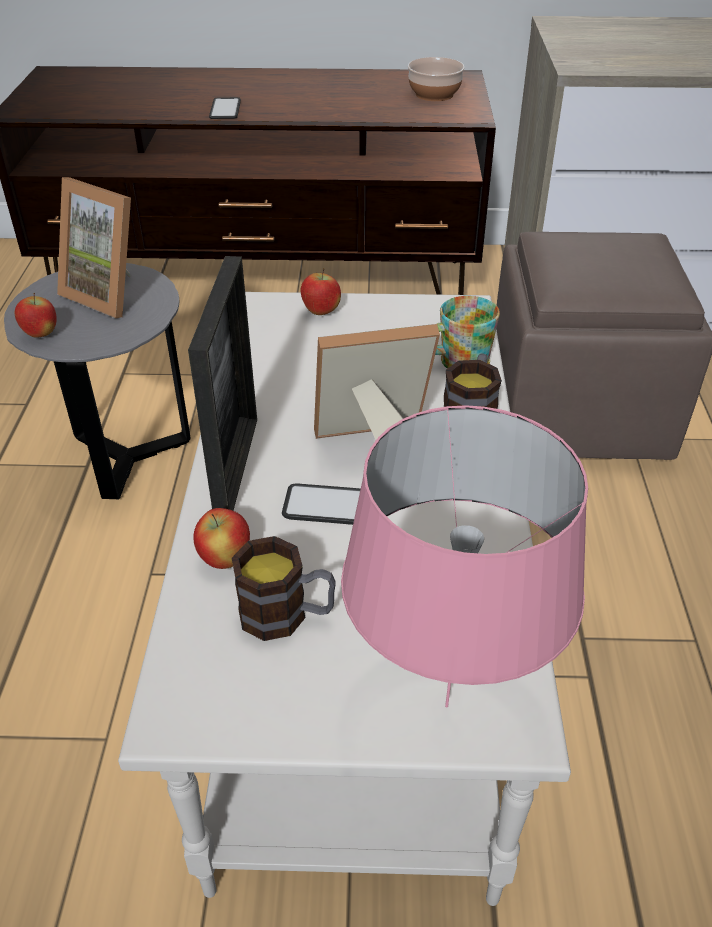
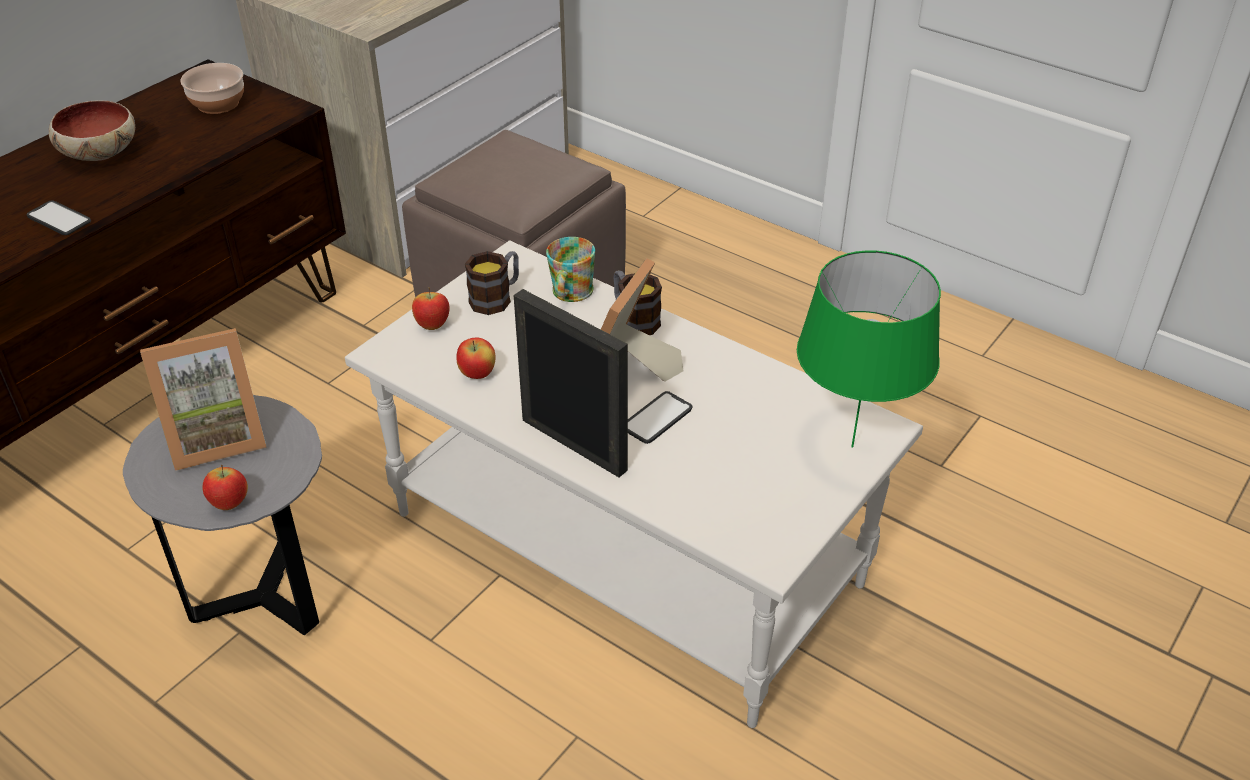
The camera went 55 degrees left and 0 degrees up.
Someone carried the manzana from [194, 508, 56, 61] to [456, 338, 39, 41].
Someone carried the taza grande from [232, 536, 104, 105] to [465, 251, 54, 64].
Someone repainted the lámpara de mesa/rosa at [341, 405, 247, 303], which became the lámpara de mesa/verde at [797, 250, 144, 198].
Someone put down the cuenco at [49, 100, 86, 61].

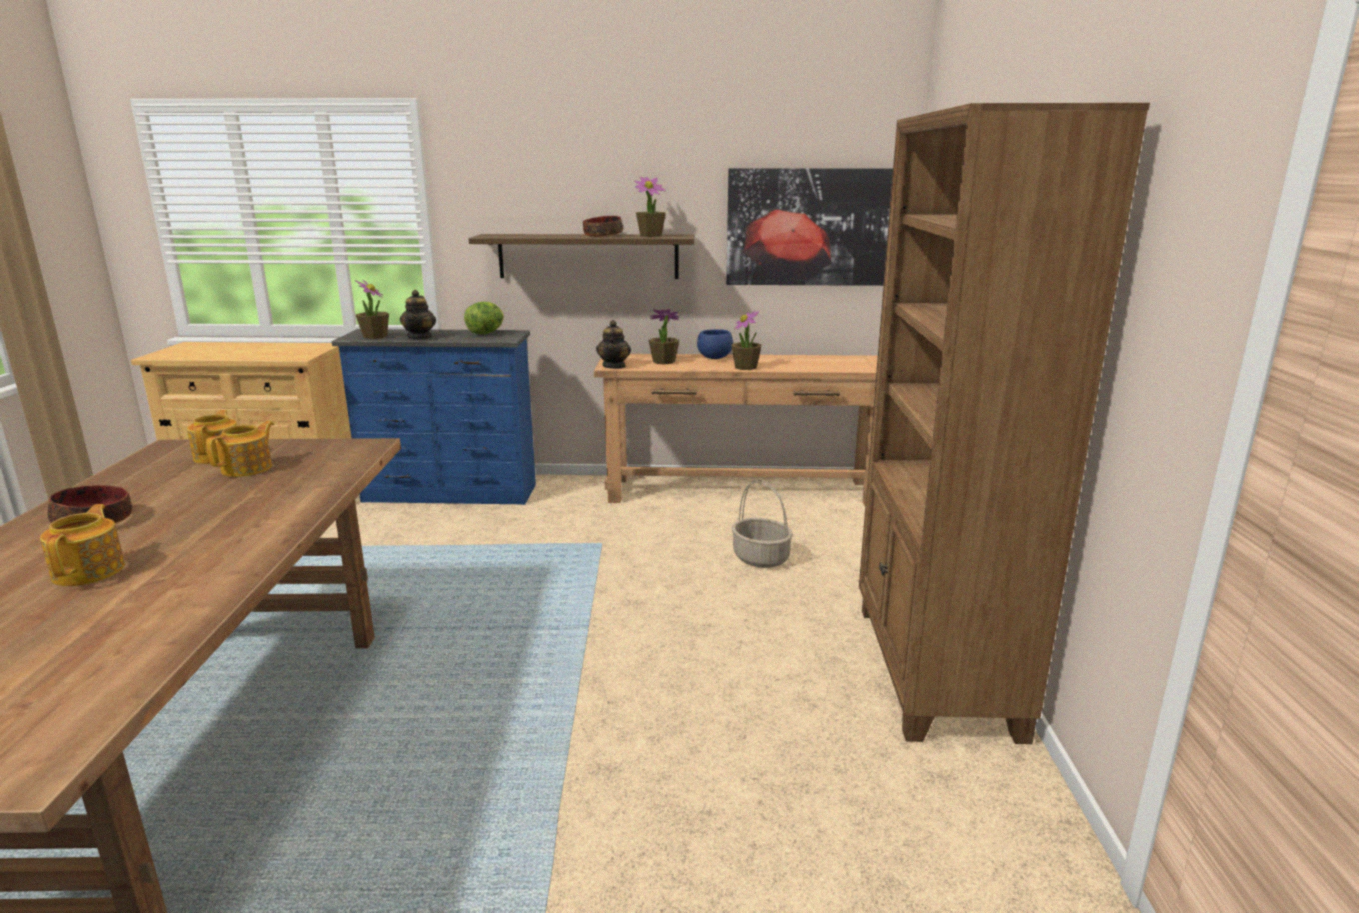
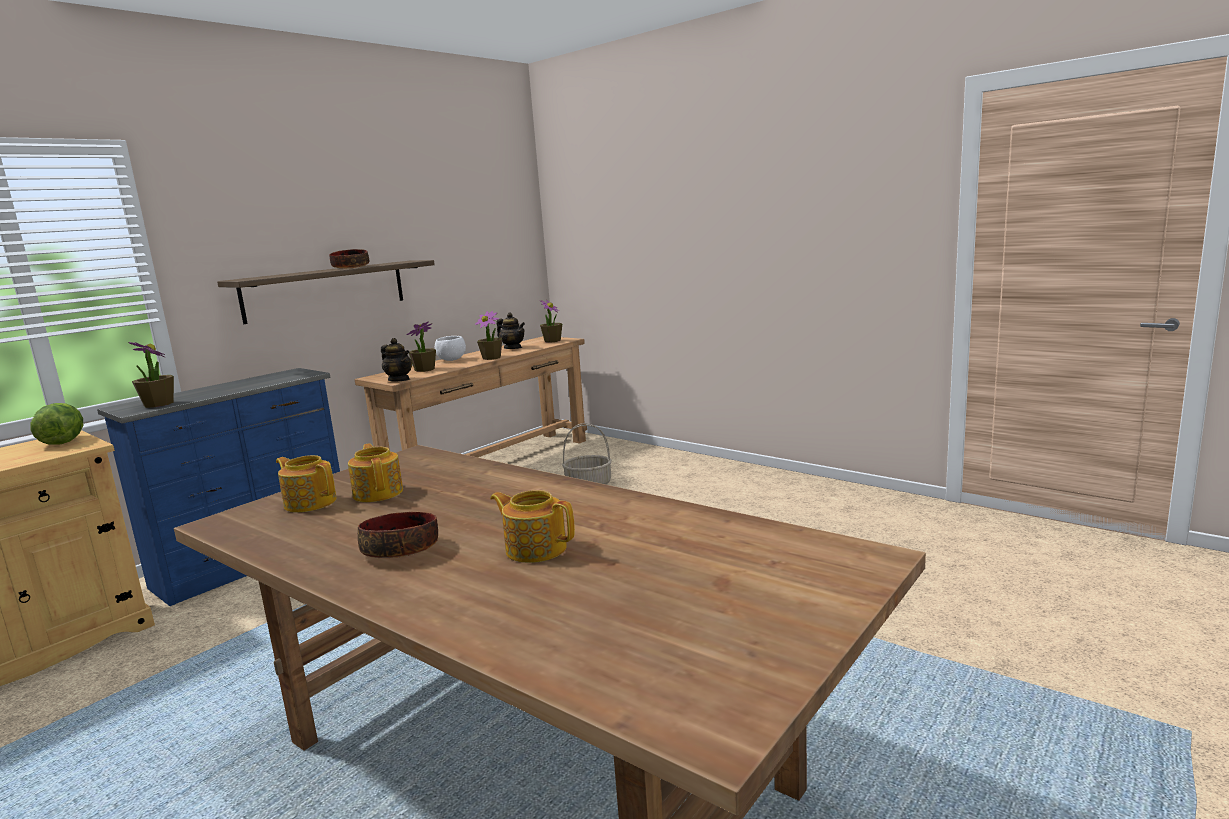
The camera went 50 degrees left and 5 degrees down.
Someone carried the tetera from [400, 290, 36, 49] to [497, 313, 28, 36].
Someone carried the lechuga from [464, 302, 40, 32] to [30, 403, 53, 42].
Someone carried the planta en maceta from [634, 177, 32, 60] to [540, 300, 22, 43].
Someone repainted the cuenco/azul at [697, 329, 36, 30], which became the cuenco/blanco at [435, 336, 31, 25].
Someone took away the cuadro at [726, 168, 167, 118].
Someone took away the estantería/marrón at [859, 103, 291, 641].

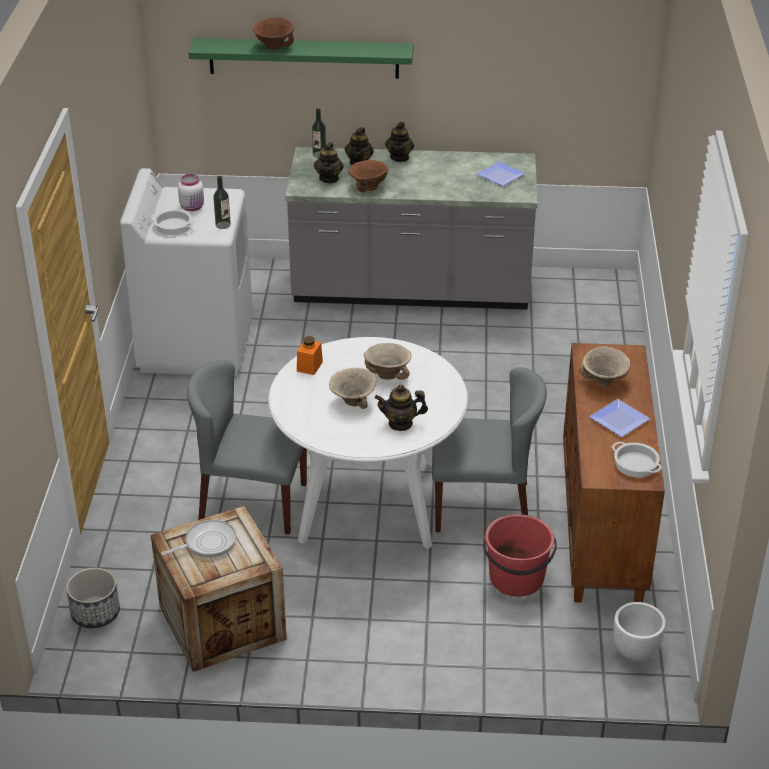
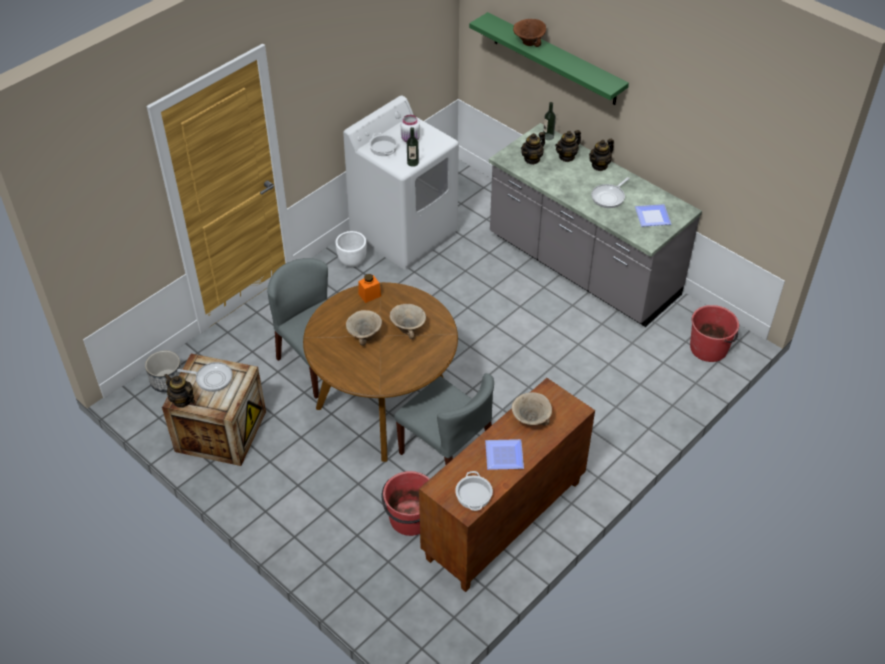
The camera went 40 degrees right and 10 degrees up.
Someone repainted the mesa de comedor/blanco at [268, 337, 200, 212], which became the mesa de comedor/marrón at [303, 282, 155, 180].
Someone took away the cuenco/marrón at [349, 160, 39, 32].
Someone carried the tetera from [375, 385, 53, 46] to [164, 374, 31, 34].
Someone carried the maceta/blanco from [613, 602, 53, 60] to [335, 231, 32, 36].
Someone put down the sartén at [591, 177, 39, 31].
Someone put down the cubo/rojo at [690, 305, 49, 57].

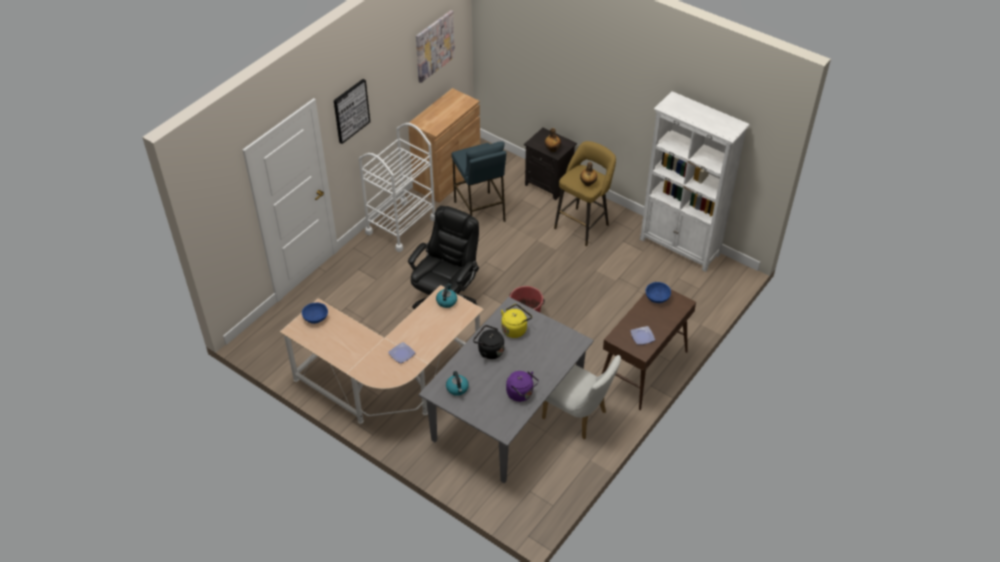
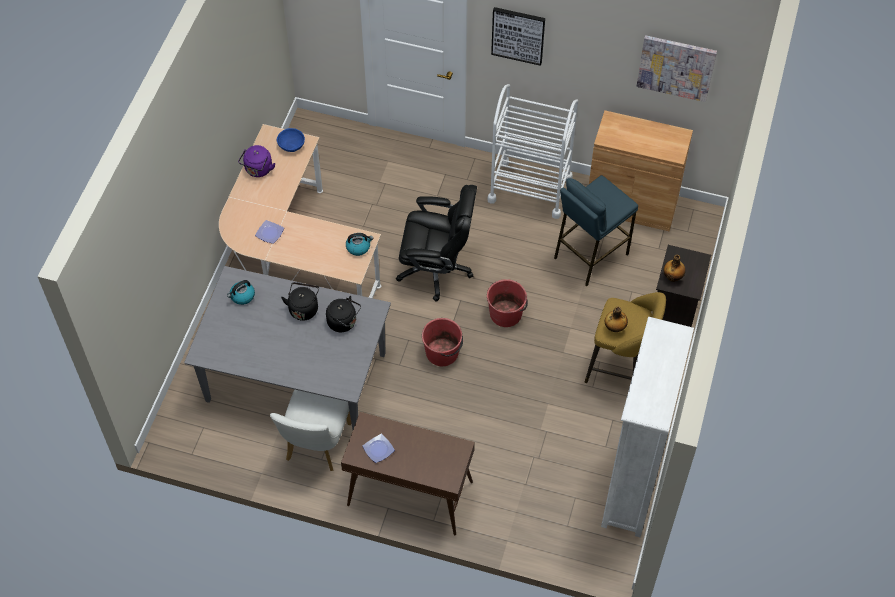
The camera went 70 degrees right and 10 degrees up.
Someone repainted the hervidor/amarillo at [501, 304, 31, 34], which became the hervidor/negro at [326, 296, 35, 36].
Someone carried the hervidor/morado from [506, 371, 33, 31] to [238, 145, 38, 32].
Someone took away the cuenco/azul at [646, 282, 25, 21].
Someone put down the cubo/rojo at [487, 279, 41, 48].

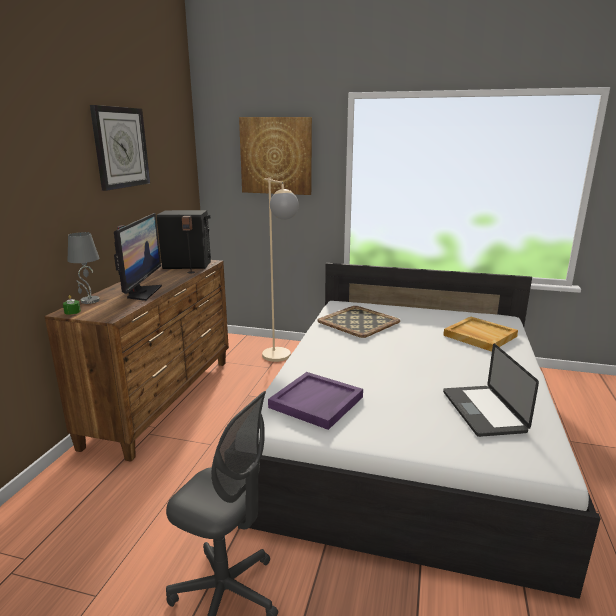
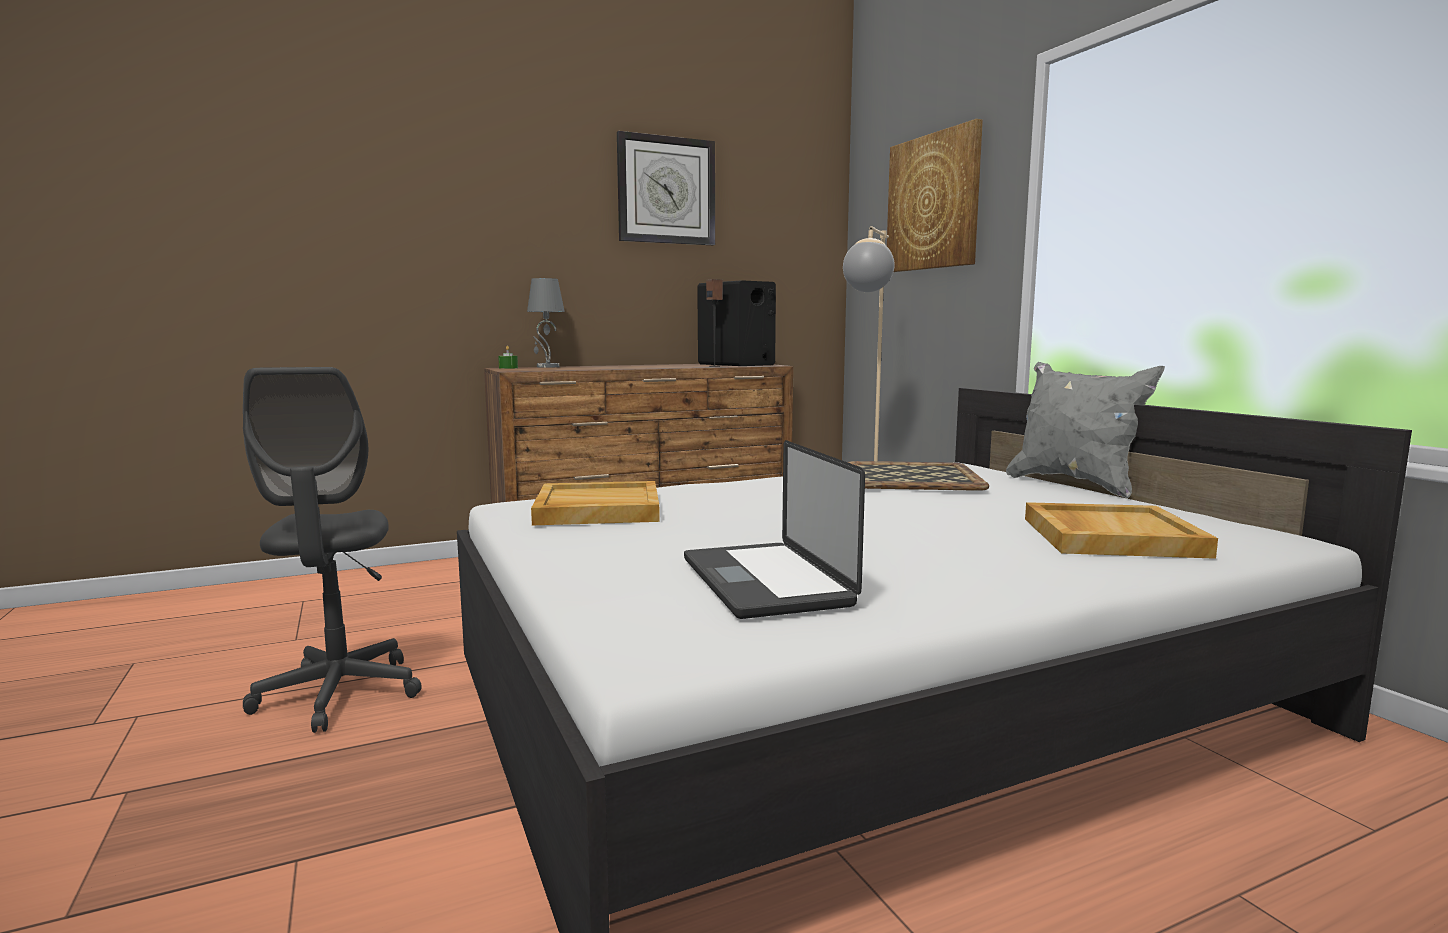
The camera went 50 degrees right and 10 degrees down.
Someone took away the monitor at [114, 213, 48, 88].
Someone repainted the bandeja/morado at [268, 372, 95, 58], which became the bandeja/beis at [531, 481, 129, 44].
Someone rotated the portátil at [443, 344, 96, 93] by 60 degrees counterclockwise.
Someone put down the cojín/gris at [1006, 362, 159, 136].

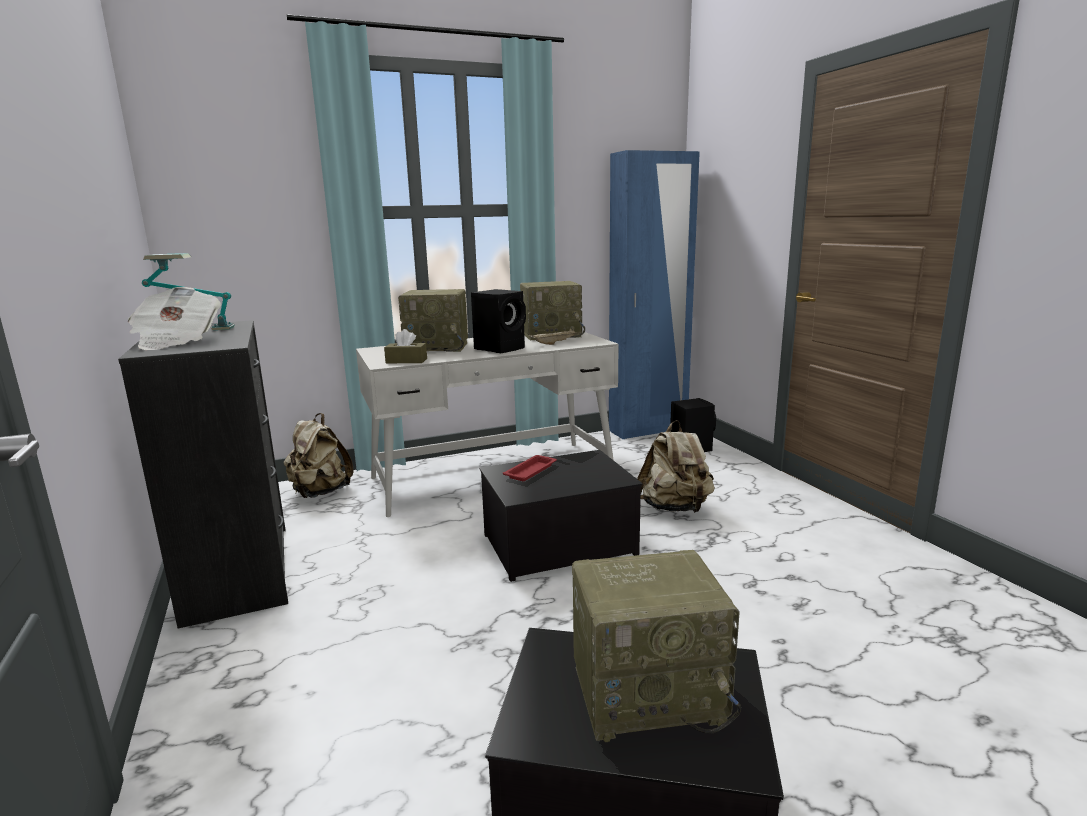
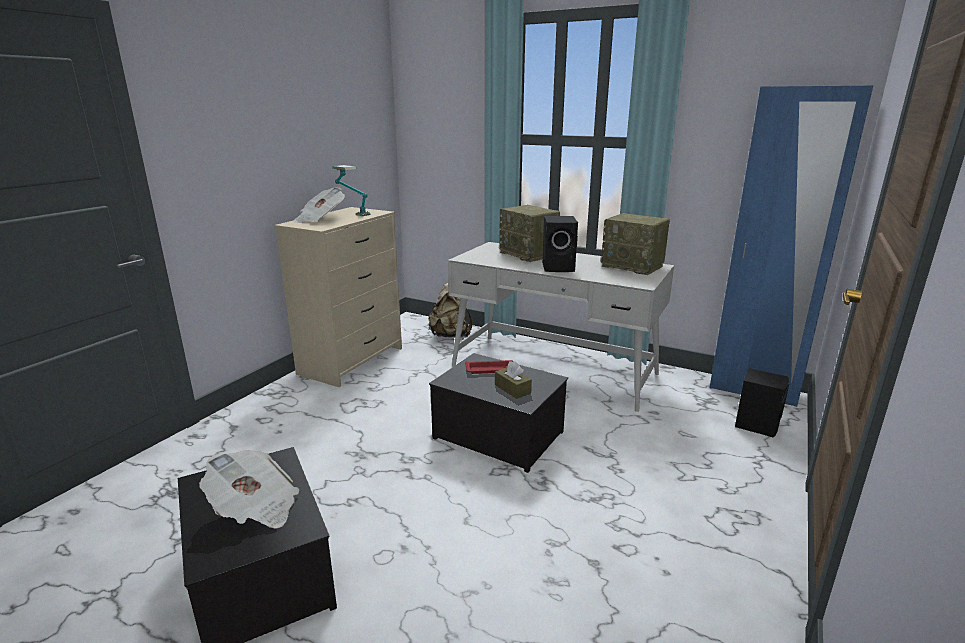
The camera went 50 degrees right and 5 degrees up.
Someone repainted the cómoda/negro at [118, 320, 170, 309], which became the cómoda/beis at [274, 207, 128, 180].
Someone carried the caja de pañuelos/marrón from [384, 329, 43, 34] to [495, 361, 37, 38].
Someone took away the bandeja/beis at [528, 329, 53, 16].
Someone swapped the radio at [572, 550, 169, 192] for the periódico at [199, 450, 100, 78].
Someone took away the mochila/beis at [637, 420, 78, 93].

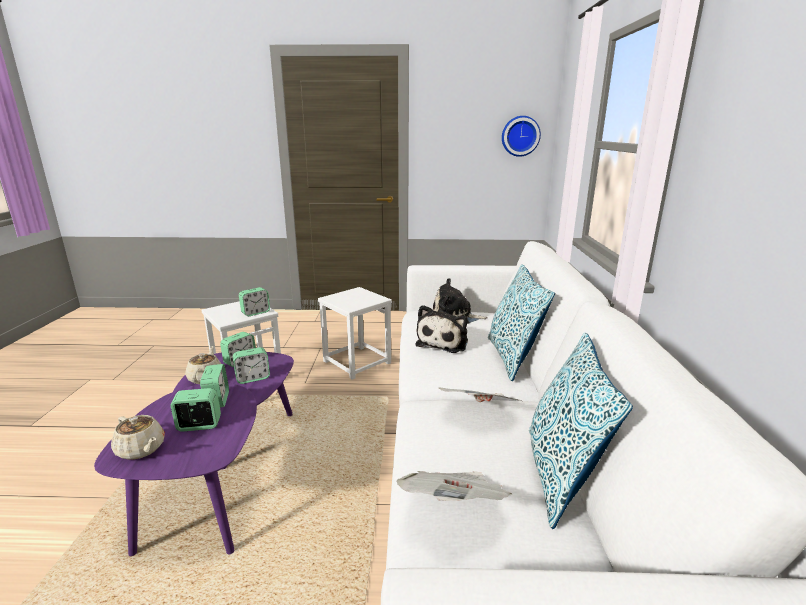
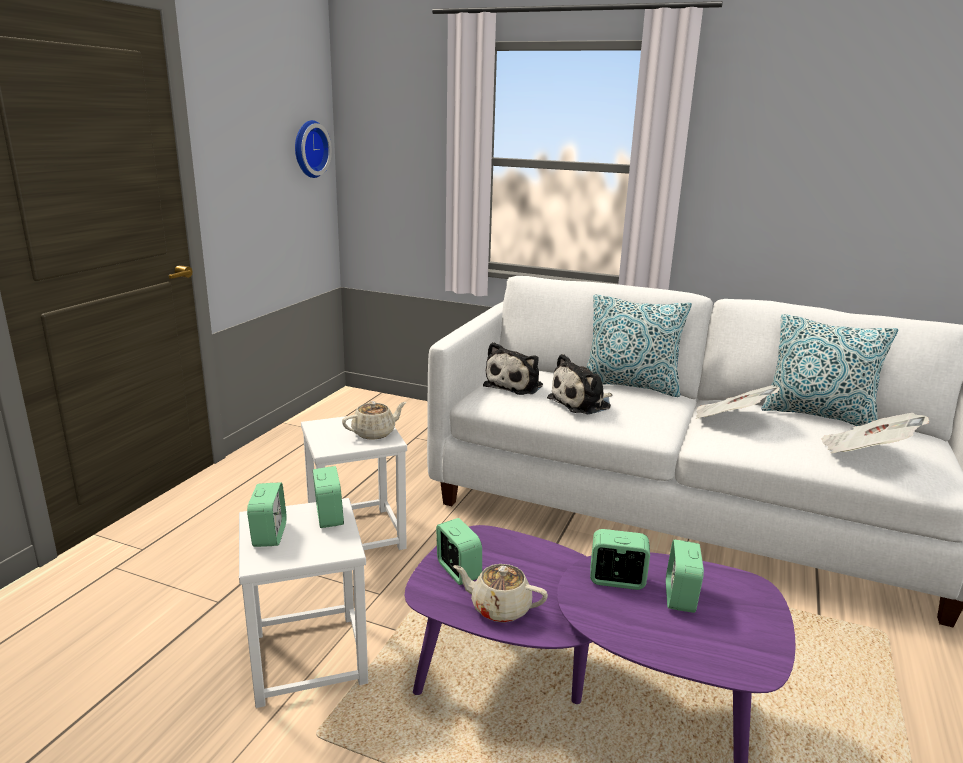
The camera went 70 degrees left and 0 degrees up.
Someone carried the tetera/beis from [111, 415, 54, 45] to [342, 401, 64, 39].
Someone carried the despertador from [233, 347, 37, 37] to [247, 483, 40, 64].
Someone rotated the peluche at [415, 305, 53, 48] by 105 degrees clockwise.

